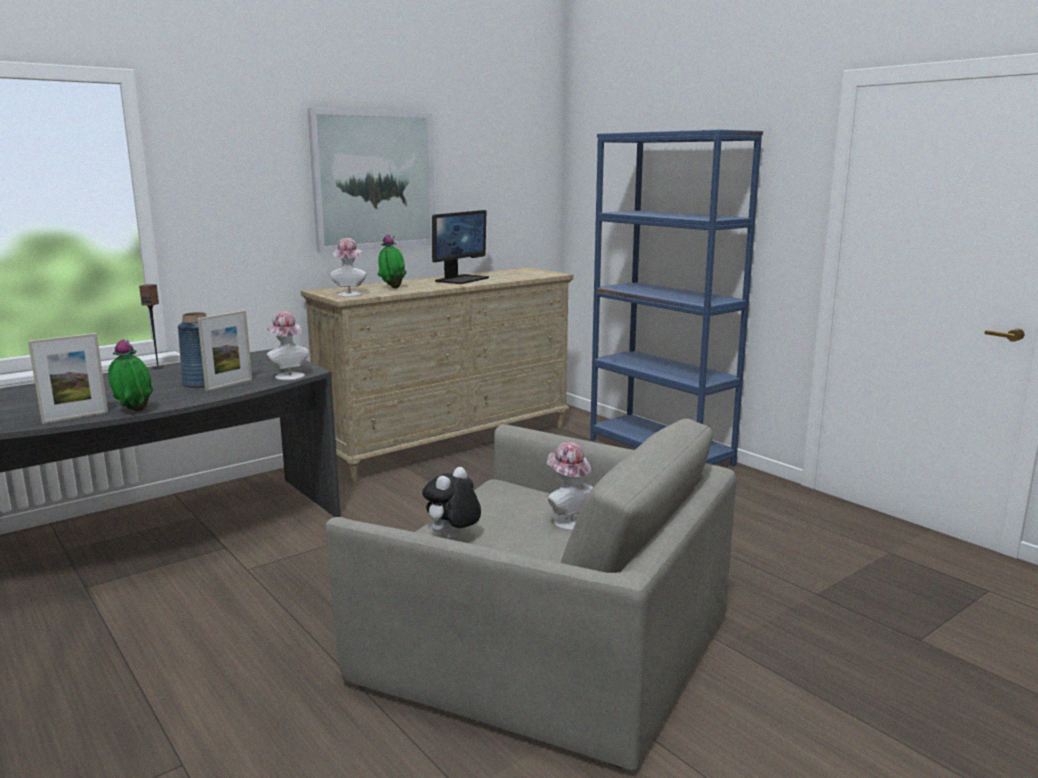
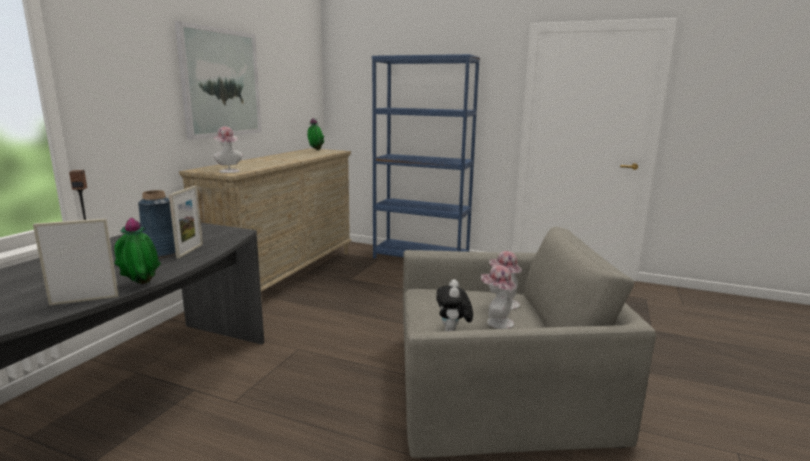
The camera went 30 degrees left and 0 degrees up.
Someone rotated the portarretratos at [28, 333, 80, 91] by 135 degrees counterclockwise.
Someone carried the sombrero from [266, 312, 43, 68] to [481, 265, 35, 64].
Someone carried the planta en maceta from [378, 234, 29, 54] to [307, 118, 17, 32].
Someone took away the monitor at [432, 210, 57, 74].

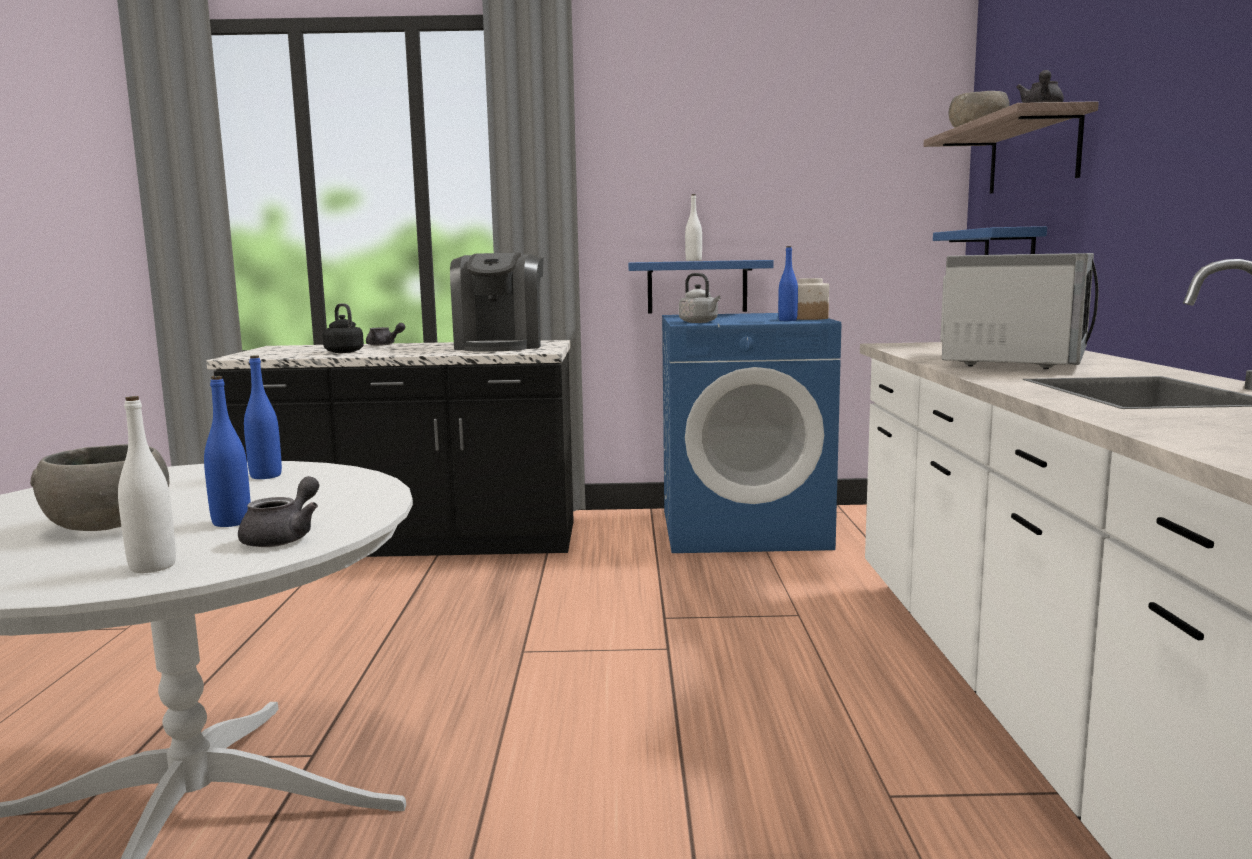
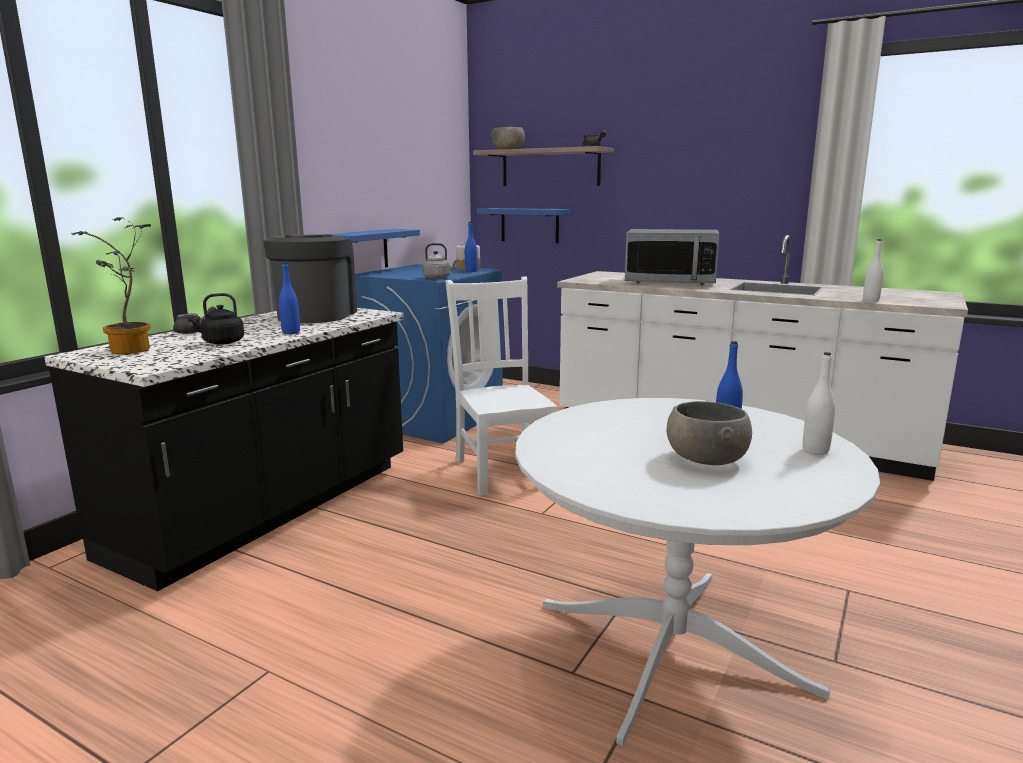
The camera went 60 degrees left and 5 degrees up.
Someone took away the tetera/gris at [238, 476, 81, 71].
Someone carried the botella/azul from [244, 355, 38, 124] to [279, 262, 21, 72].
Someone rotated the cafetera at [450, 253, 94, 99] by 120 degrees counterclockwise.
Someone carried the botella/blanco from [685, 194, 17, 67] to [863, 239, 21, 63].
Someone rotated the microondas at [940, 253, 159, 116] by 135 degrees clockwise.
Someone put down the planta en maceta at [71, 217, 80, 137].
Someone put down the silla/blanco at [446, 277, 112, 219].

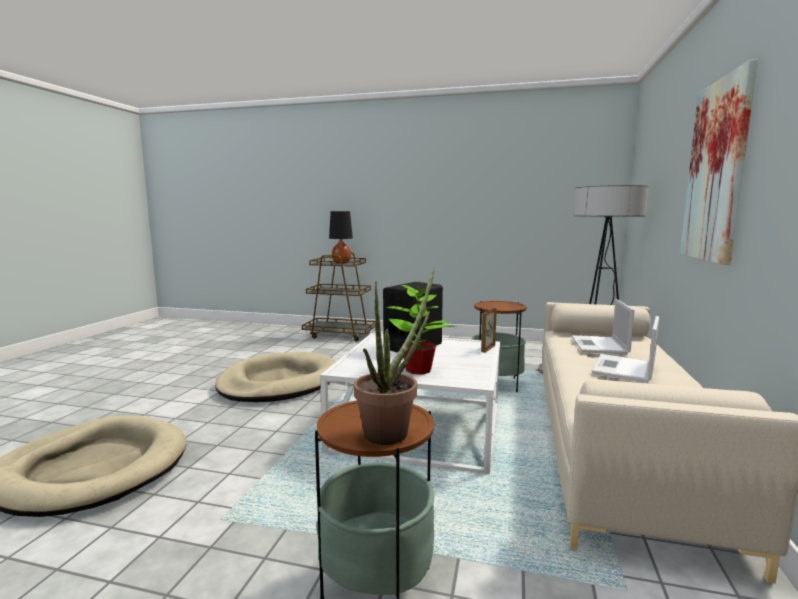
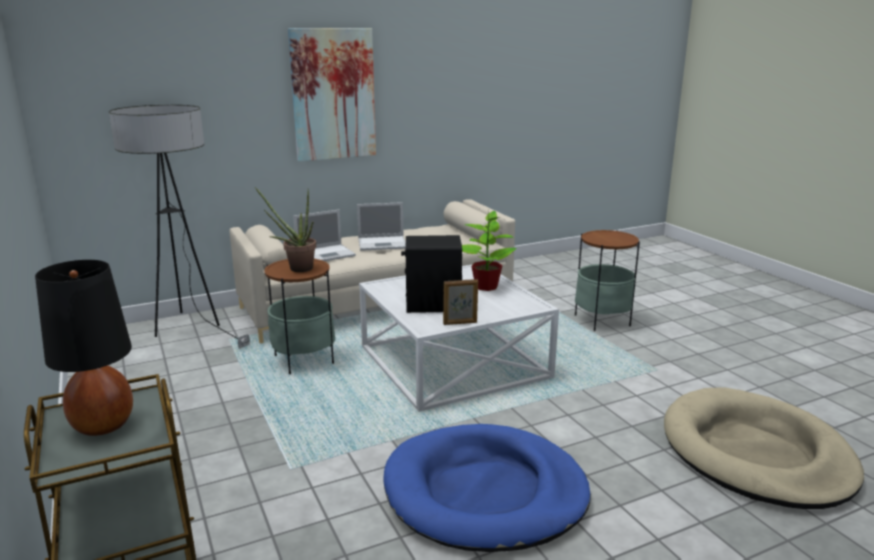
The camera went 130 degrees left and 10 degrees up.
Someone repainted the cama para perro/beis at [215, 352, 120, 50], which became the cama para perro/azul at [383, 424, 208, 128].
Someone carried the planta en maceta from [354, 267, 80, 178] to [255, 187, 61, 85].
Someone carried the portarretratos from [481, 308, 16, 45] to [443, 279, 35, 46].

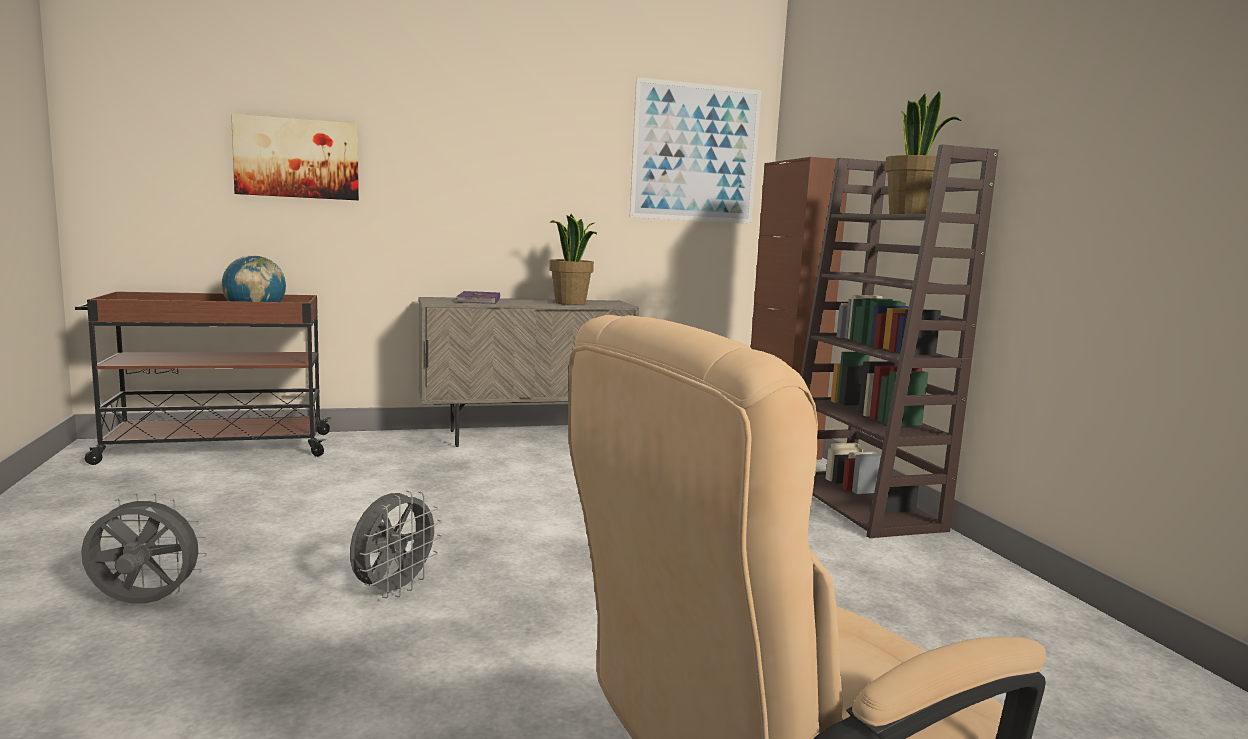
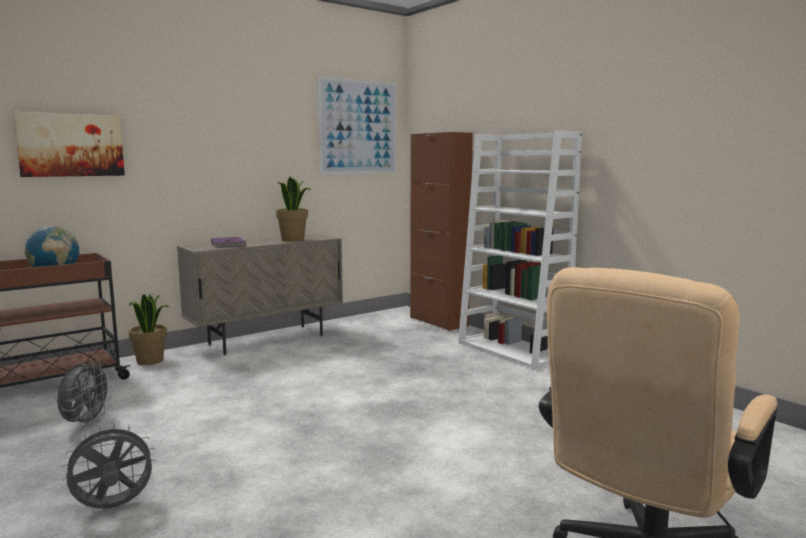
The camera went 20 degrees left and 0 degrees up.
Someone carried the ventilador/gris from [350, 491, 92, 107] to [57, 361, 56, 66].
Someone repainted the estantería/marrón at [801, 145, 198, 393], which became the estantería/blanco at [458, 130, 124, 240].
Someone carried the planta en maceta from [885, 92, 76, 122] to [129, 294, 40, 71].

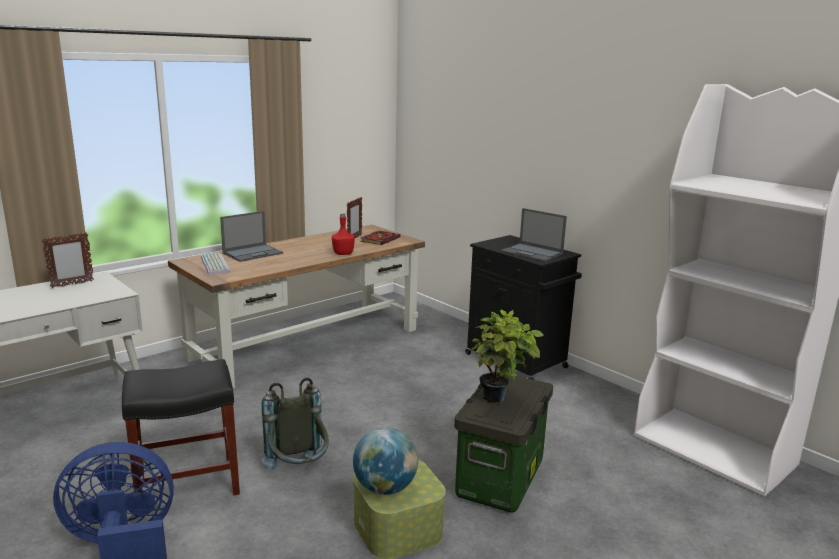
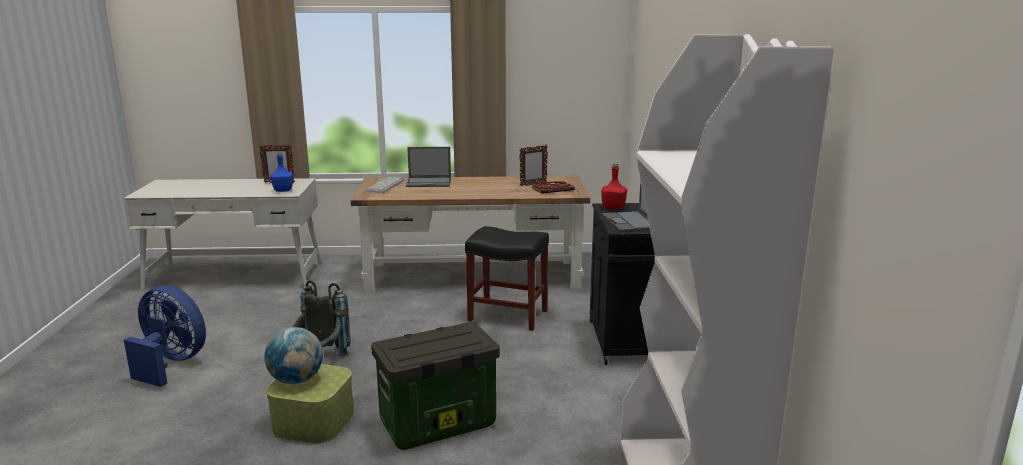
The camera went 40 degrees right and 0 degrees up.
Someone carried the taburete/negro from [122, 359, 118, 136] to [465, 226, 84, 105].
Someone carried the botella/rojo from [332, 214, 23, 41] to [601, 163, 26, 47].
Someone took away the planta en maceta at [471, 309, 73, 94].
Someone put down the botella/azul at [271, 153, 22, 39].

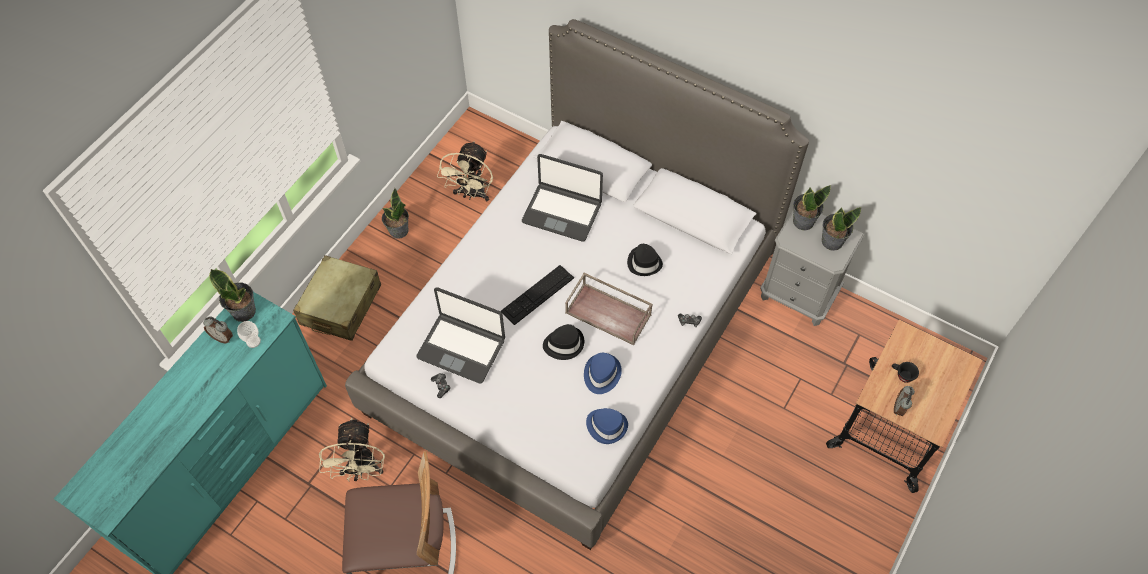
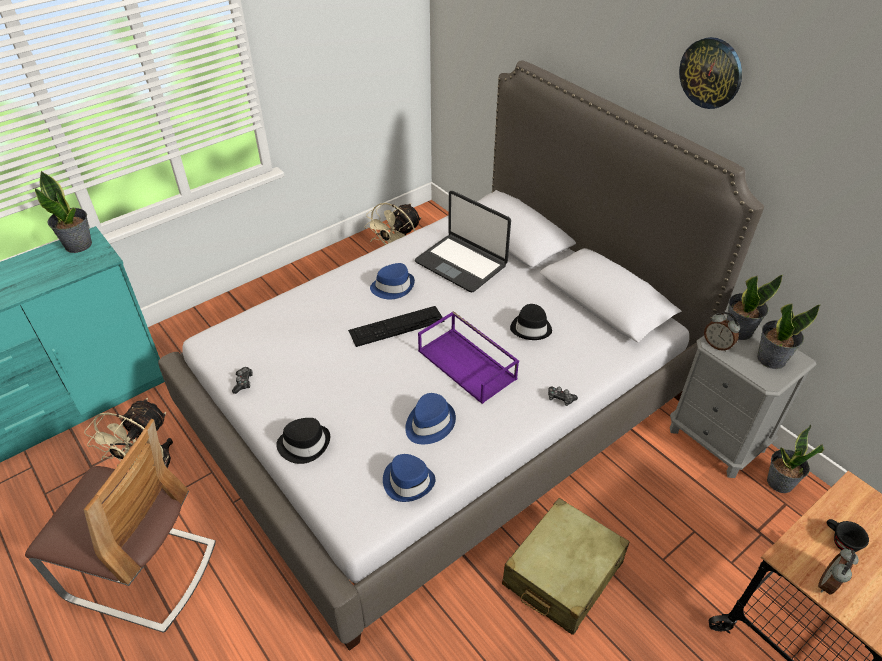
The camera went 20 degrees right and 15 degrees down.
Someone carried the despertador from [203, 316, 30, 27] to [704, 312, 36, 40].
Someone took away the taza at [237, 321, 24, 27].
Someone carried the maleta/beis from [293, 255, 88, 86] to [502, 498, 128, 137].
Someone carried the planta en maceta from [382, 188, 27, 51] to [767, 425, 57, 68].
Someone took away the portátil at [416, 287, 89, 97].
Someone carried the sombrero/negro from [543, 324, 41, 36] to [276, 418, 54, 46].
Someone repainted the bandeja/marrón at [565, 273, 88, 72], which became the bandeja/morado at [418, 311, 101, 93].
Someone put down the sombrero/azul at [370, 263, 45, 36].
Someone put up the reloj de pared at [679, 37, 63, 72].

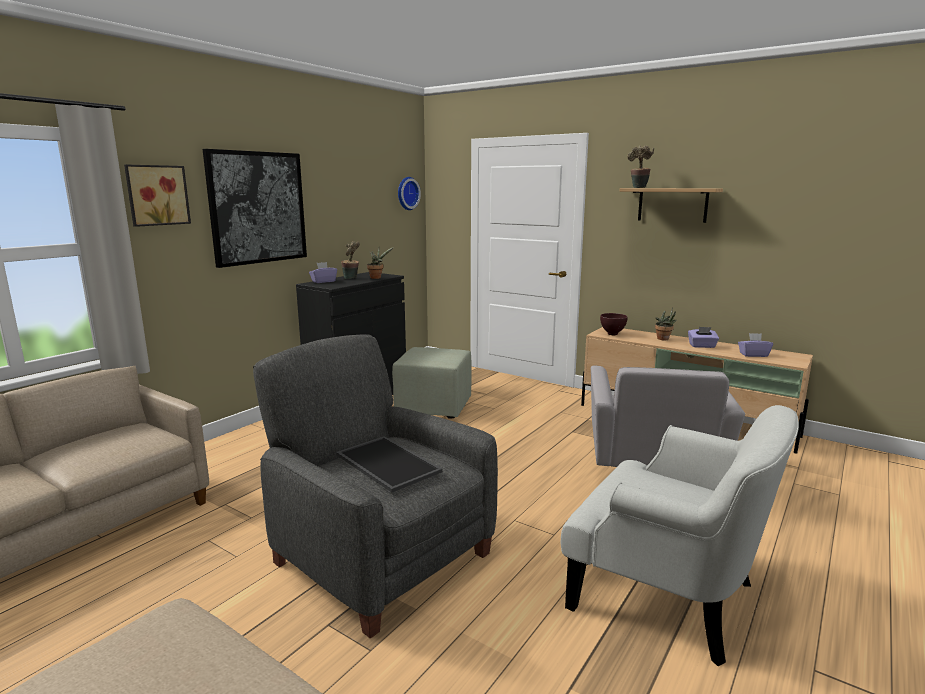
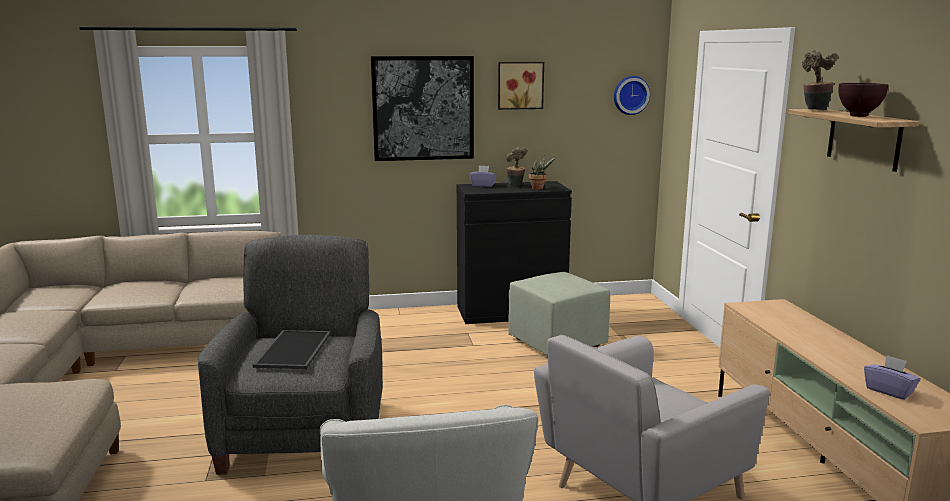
The camera went 45 degrees right and 0 degrees up.
Someone carried the cuadro from [124, 164, 67, 63] to [498, 62, 46, 48].
Someone carried the cuenco/marrón from [600, 313, 28, 22] to [839, 83, 49, 34].
Someone took away the planta en maceta at [655, 308, 22, 32].
Someone took away the caja de pañuelos/morado at [688, 327, 31, 21].

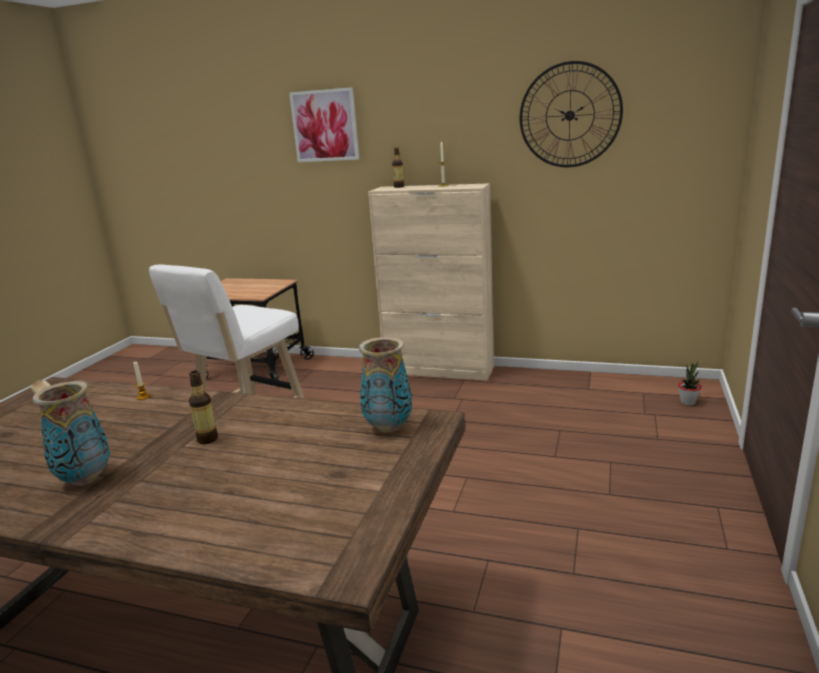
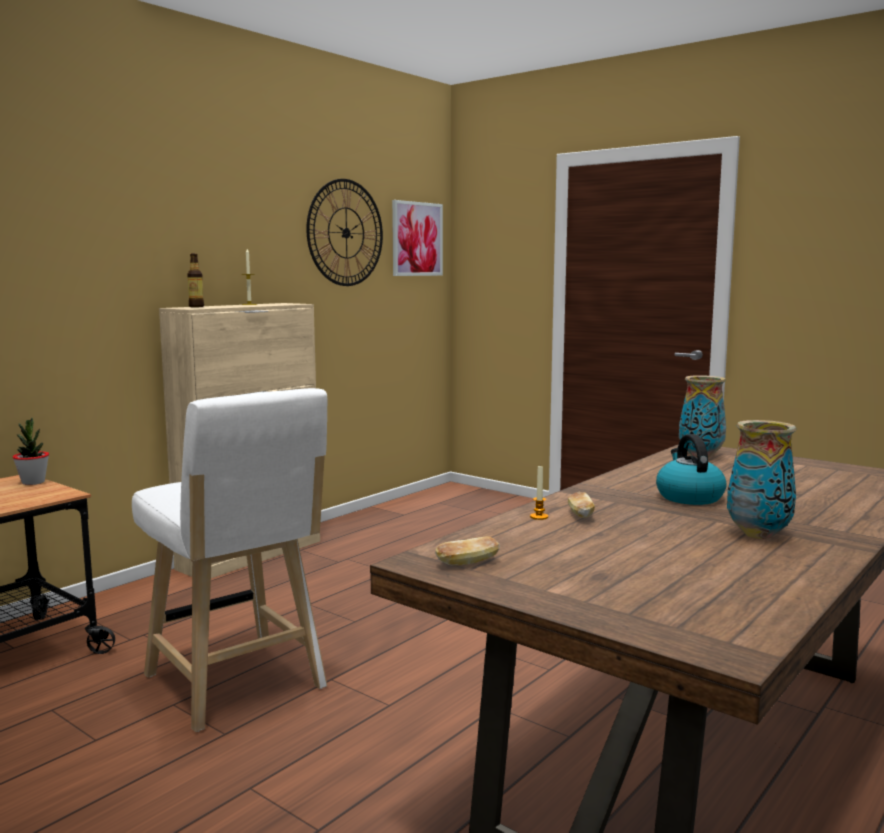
The camera went 70 degrees left and 10 degrees down.
Someone swapped the botella at [189, 371, 29, 73] for the hervidor at [656, 434, 70, 71].
Someone carried the cuadro from [289, 87, 70, 75] to [392, 200, 51, 76].
Someone carried the planta en maceta from [678, 362, 24, 43] to [13, 418, 36, 67].
Someone put down the pan at [568, 492, 27, 26].

